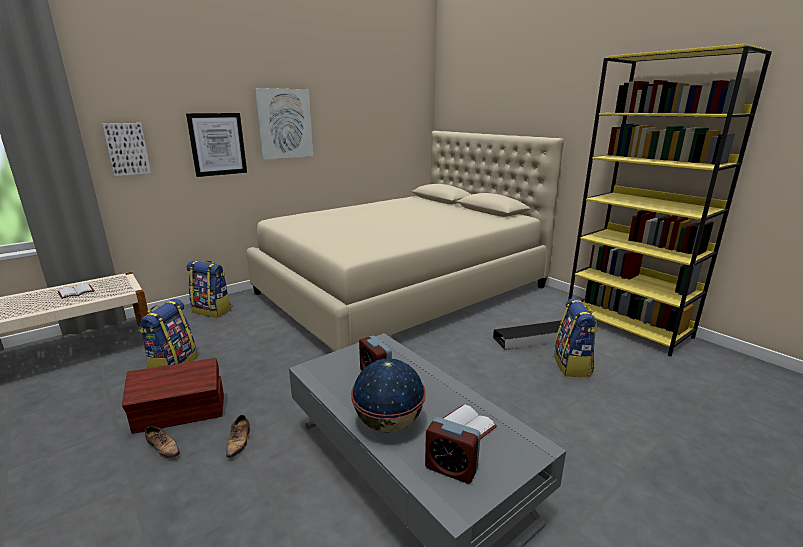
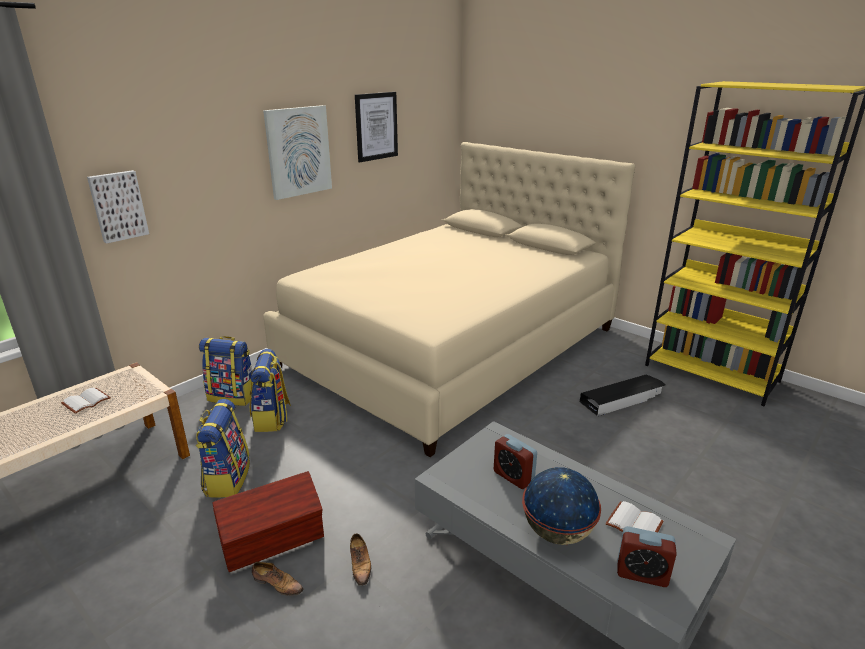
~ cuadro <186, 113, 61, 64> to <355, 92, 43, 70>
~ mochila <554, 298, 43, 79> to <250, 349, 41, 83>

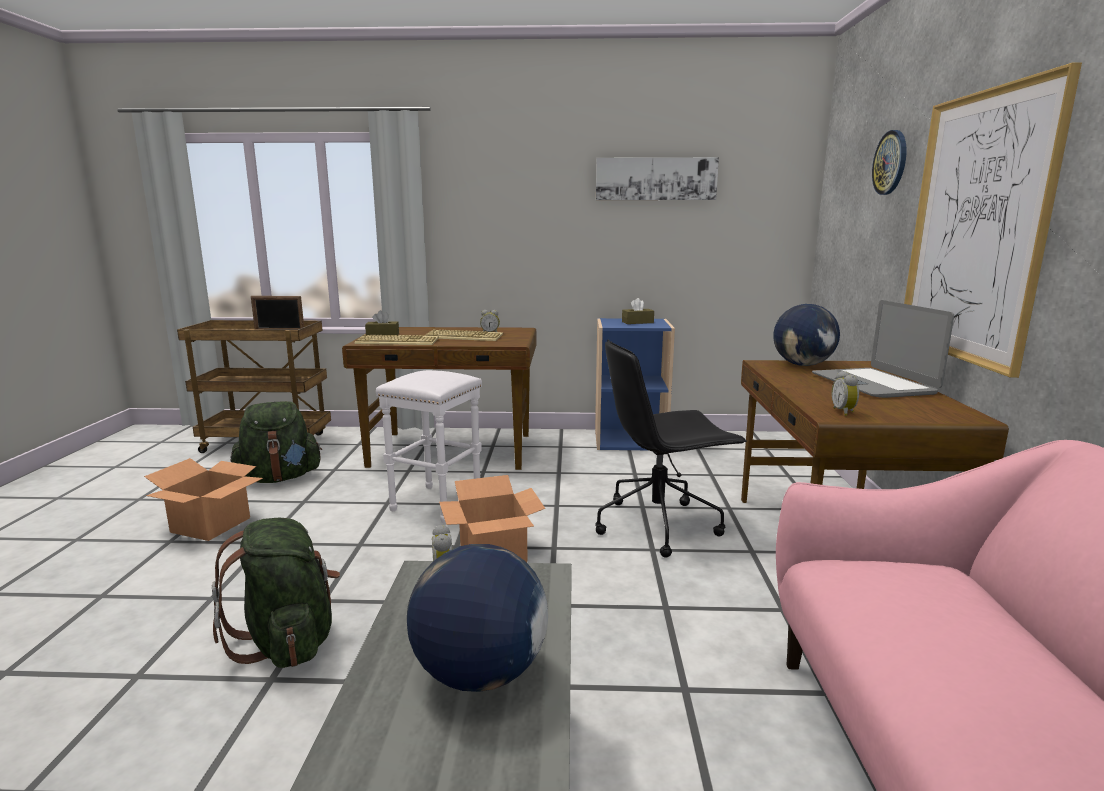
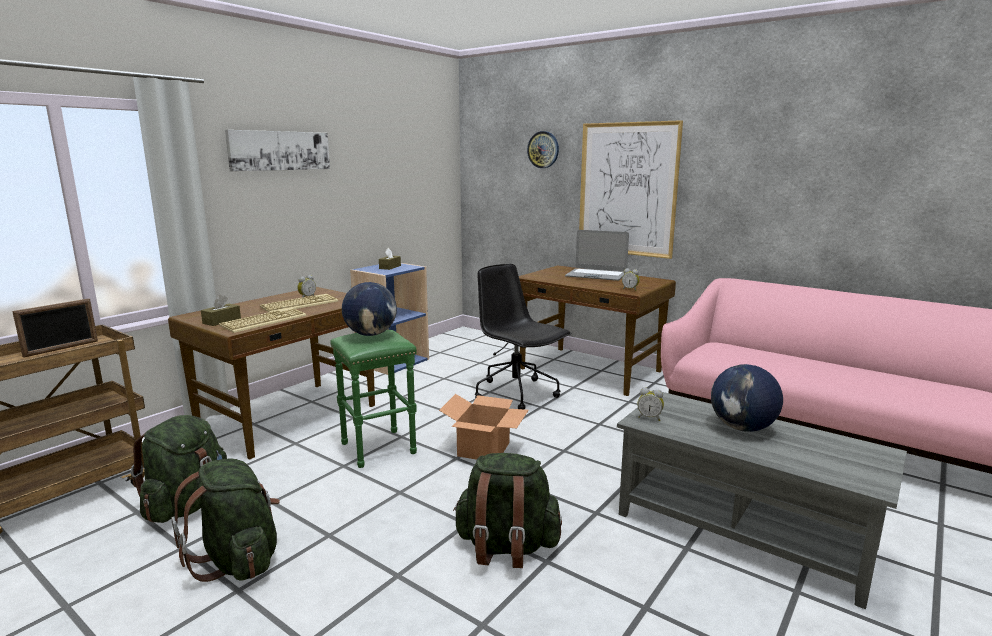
~ cuadro <596, 157, 123, 43> to <225, 130, 105, 42>
~ globo terráqueo <773, 304, 67, 62> to <342, 282, 55, 54>
~ caja de cartón <144, 458, 119, 83> to mochila (verde) <171, 459, 109, 123>
~ taburete (blanco) <376, 370, 106, 153> to taburete (verde) <330, 330, 87, 138>
~ silla de oficina (negro) <595, 339, 152, 219> = <475, 264, 97, 146> 120 degrees clockwise

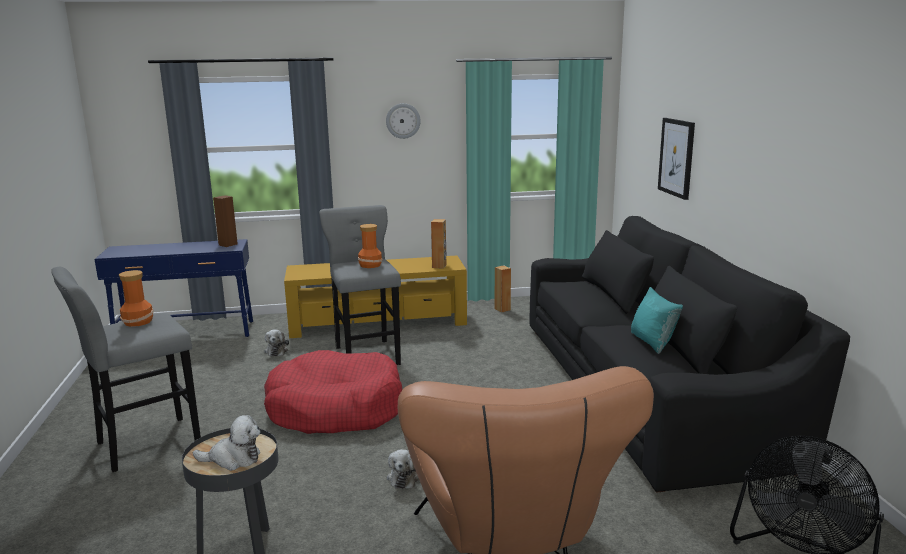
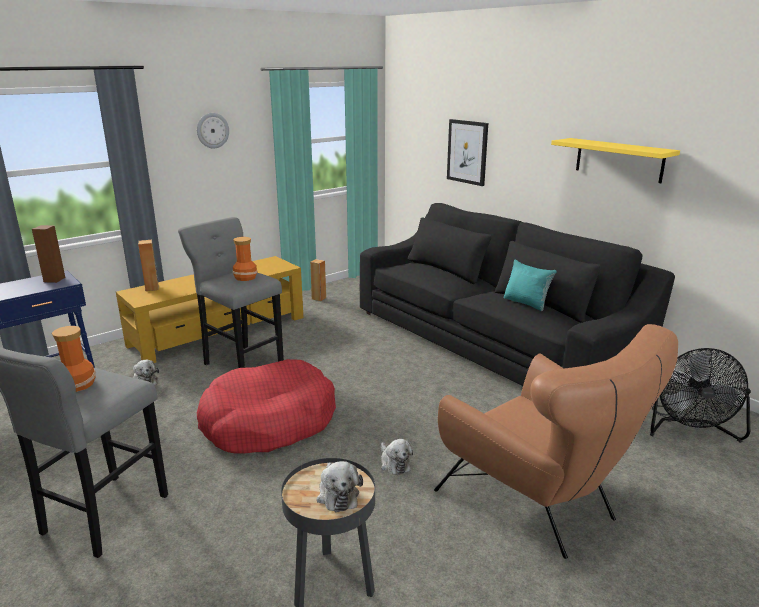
+ estante (amarillo) <551, 138, 129, 45>
~ altavoz (marrón) <431, 219, 15, 50> to <138, 240, 21, 51>
~ peluche <193, 415, 67, 56> = <317, 461, 46, 52> 105 degrees clockwise

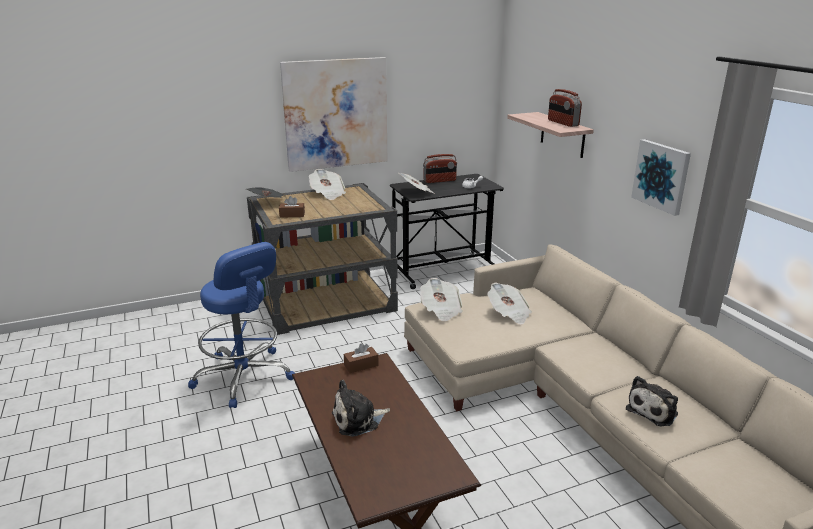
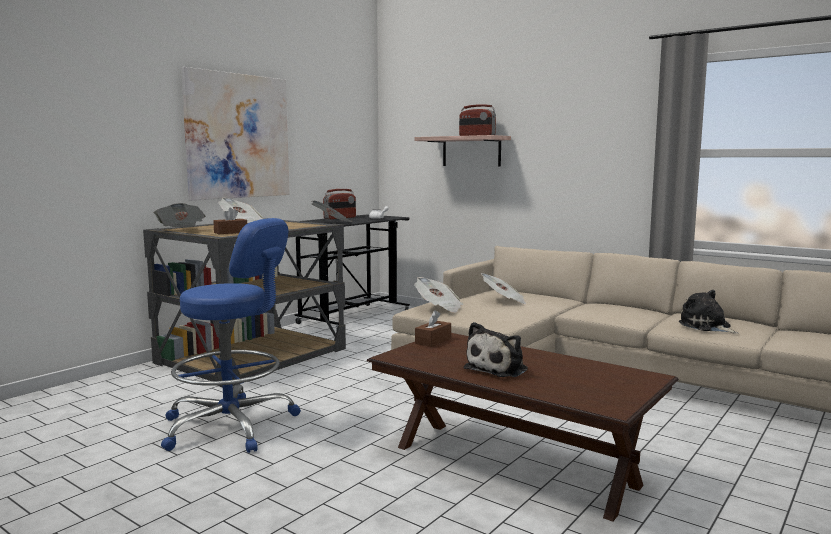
- cuadro <631, 139, 60, 77>
~ peluche <626, 376, 52, 50> = <679, 290, 59, 44> 135 degrees clockwise

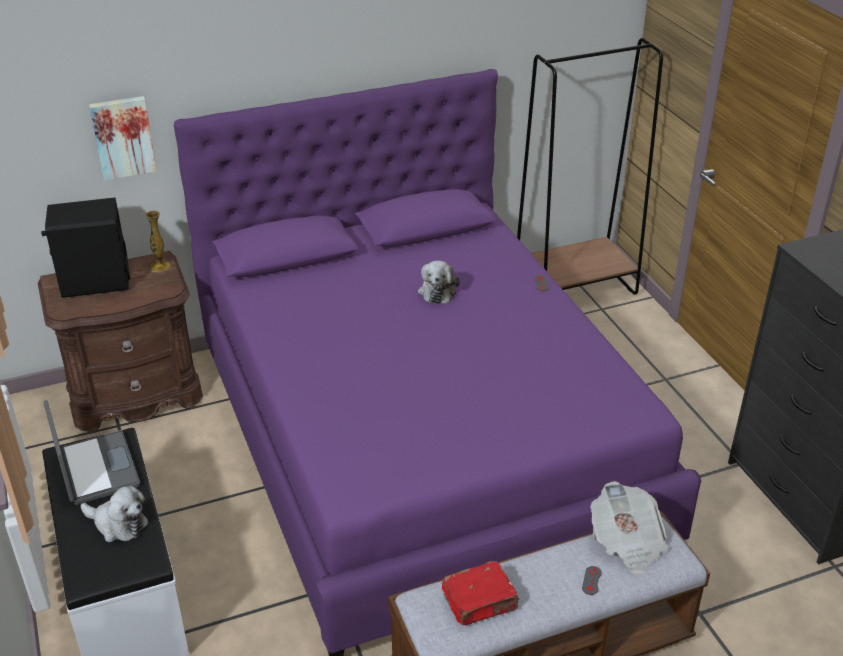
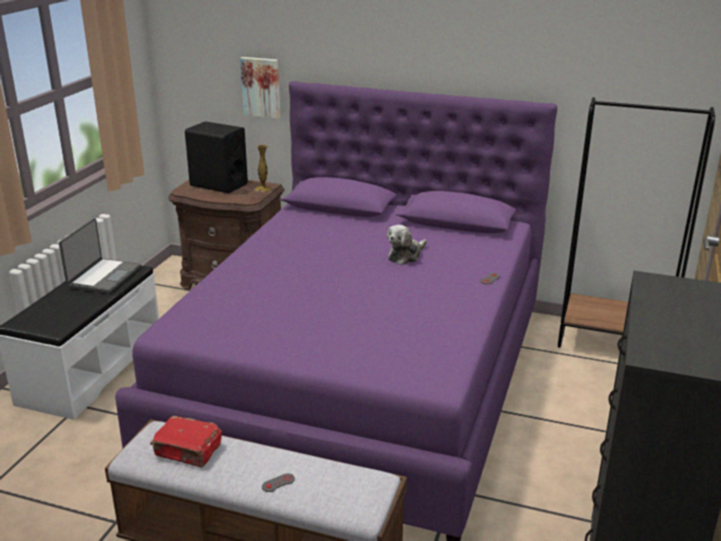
- peluche <81, 486, 67, 56>
- periódico <590, 481, 78, 94>

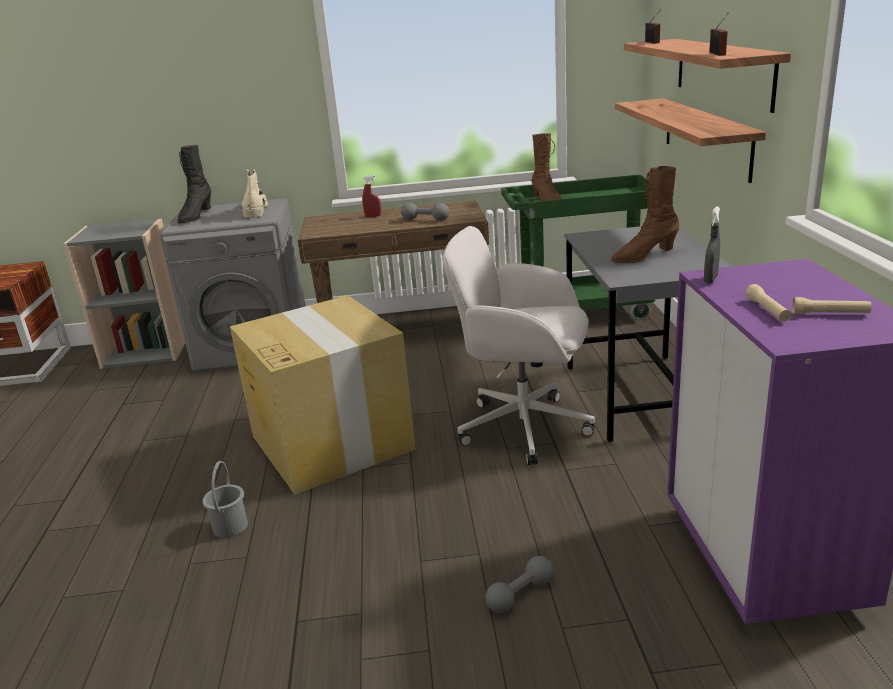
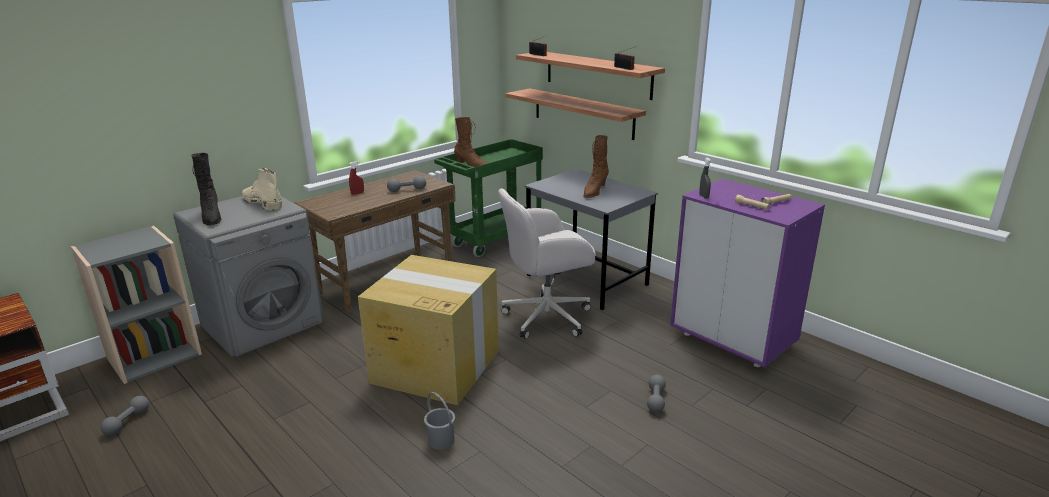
+ mancuerna (gris) <101, 396, 48, 39>

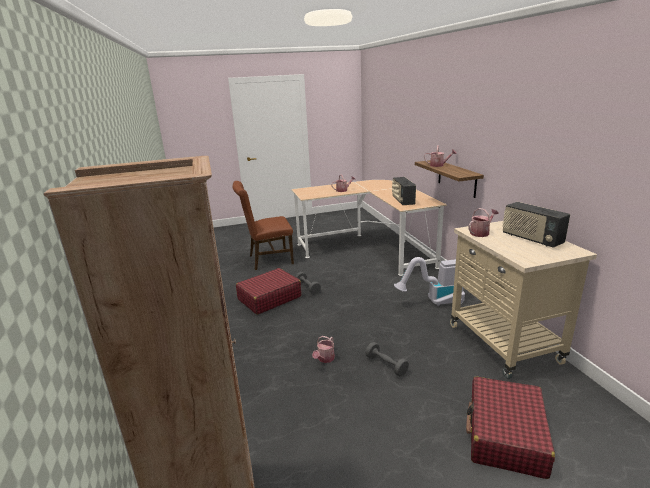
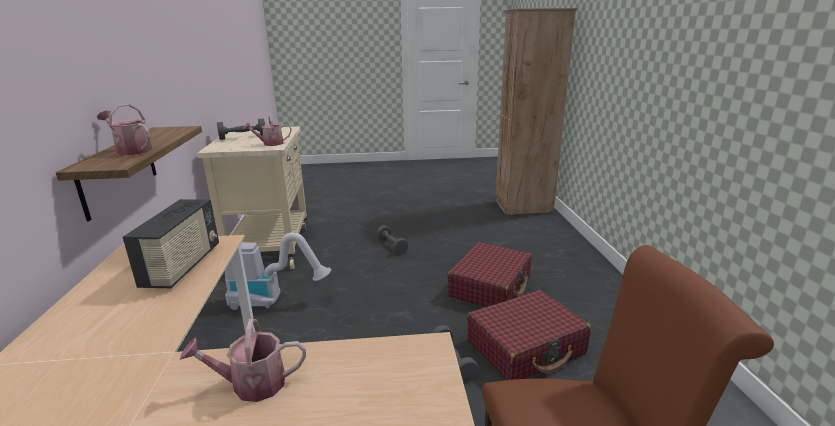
- regadera <312, 336, 23, 27>
~ maleta (rojo) <466, 376, 89, 103> to <447, 242, 84, 65>
~ radio <502, 202, 68, 45> to mancuerna (gris) <217, 119, 48, 21>

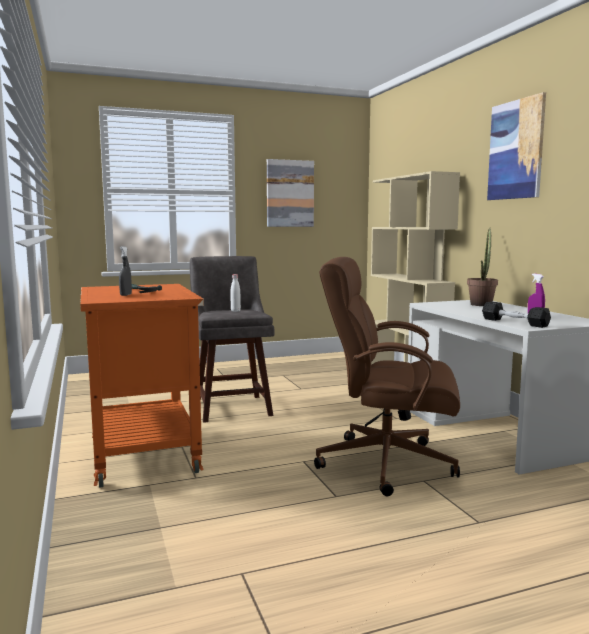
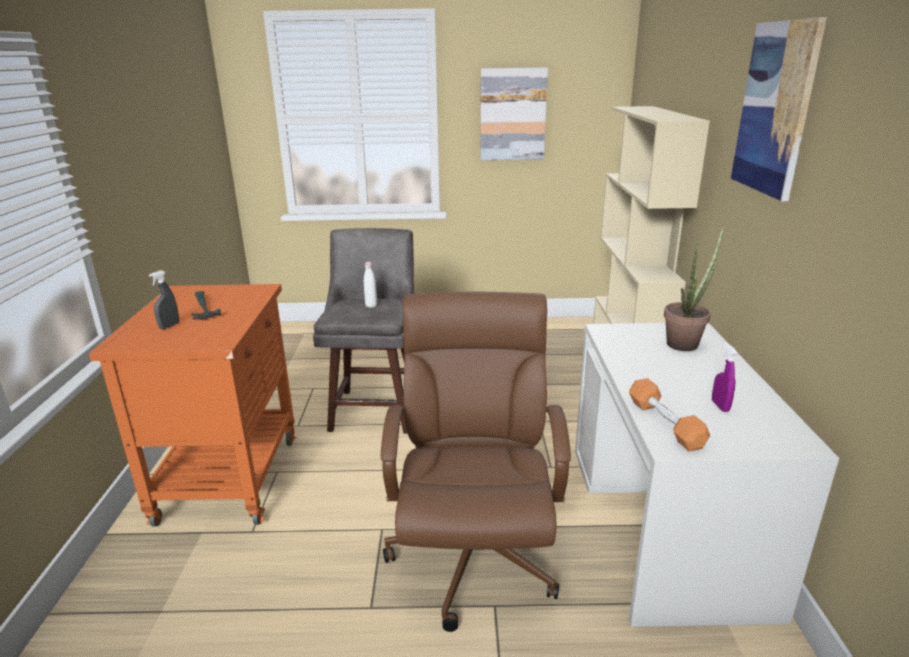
~ mancuerna (negro) <482, 302, 69, 26> to mancuerna (naranja) <629, 378, 81, 73>
~ silla de oficina (marrón) <314, 257, 146, 239> = <381, 292, 190, 340> 60 degrees clockwise

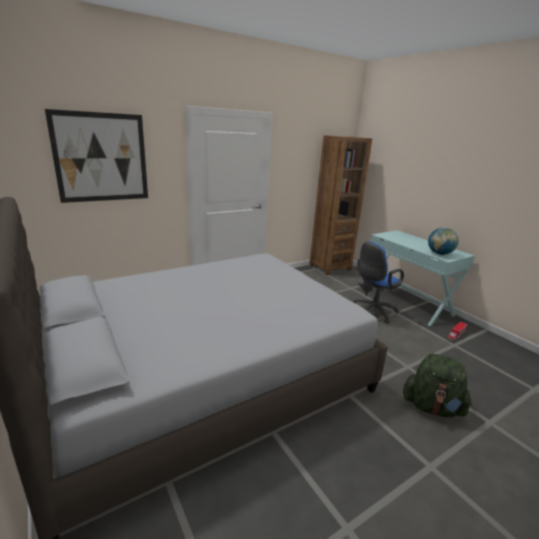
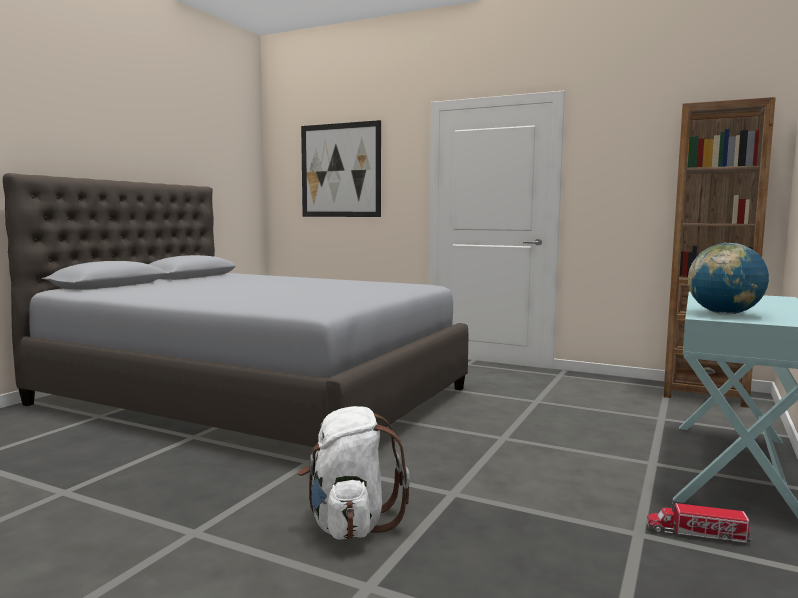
- silla de oficina (azul) <352, 241, 52, 82>
~ mochila (verde) <403, 354, 69, 64> to mochila (blanco) <298, 406, 112, 134>

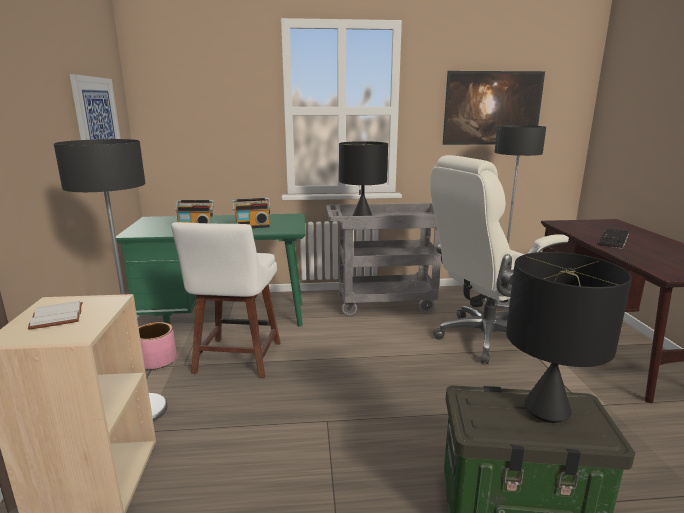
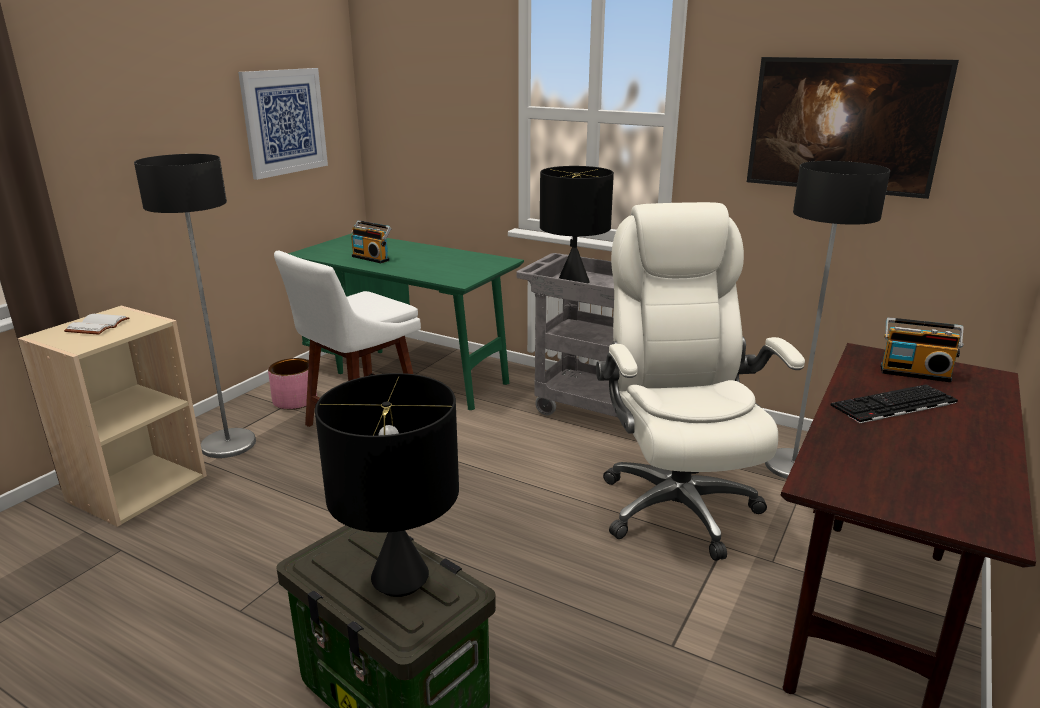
~ radio <232, 198, 39, 30> to <881, 317, 83, 65>
~ silla de oficina (blanco) <430, 155, 139, 209> = <596, 202, 209, 359> 75 degrees clockwise

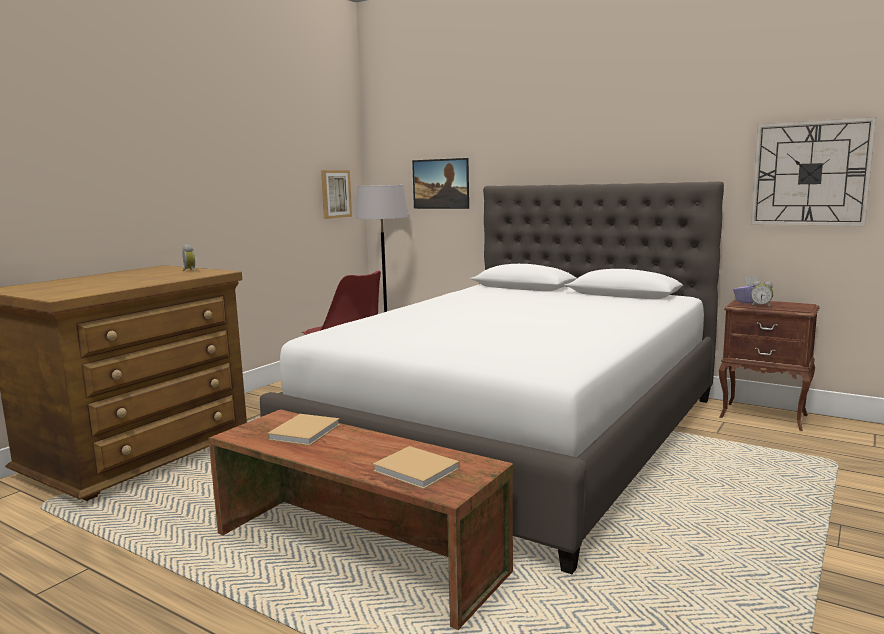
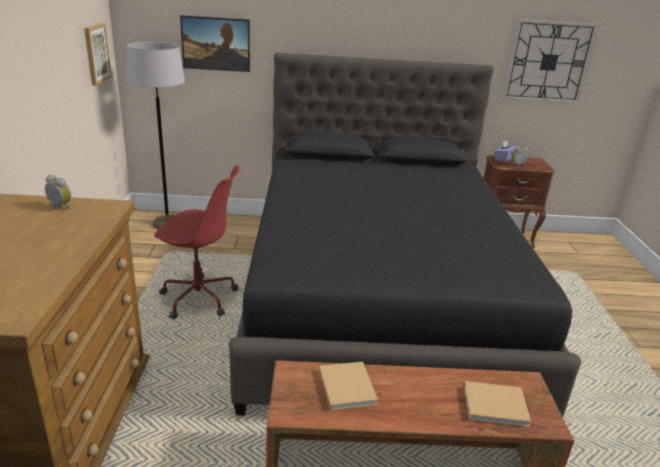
~ cama (blanco) <260, 182, 464, 392> to cama (negro) <229, 53, 352, 364>

